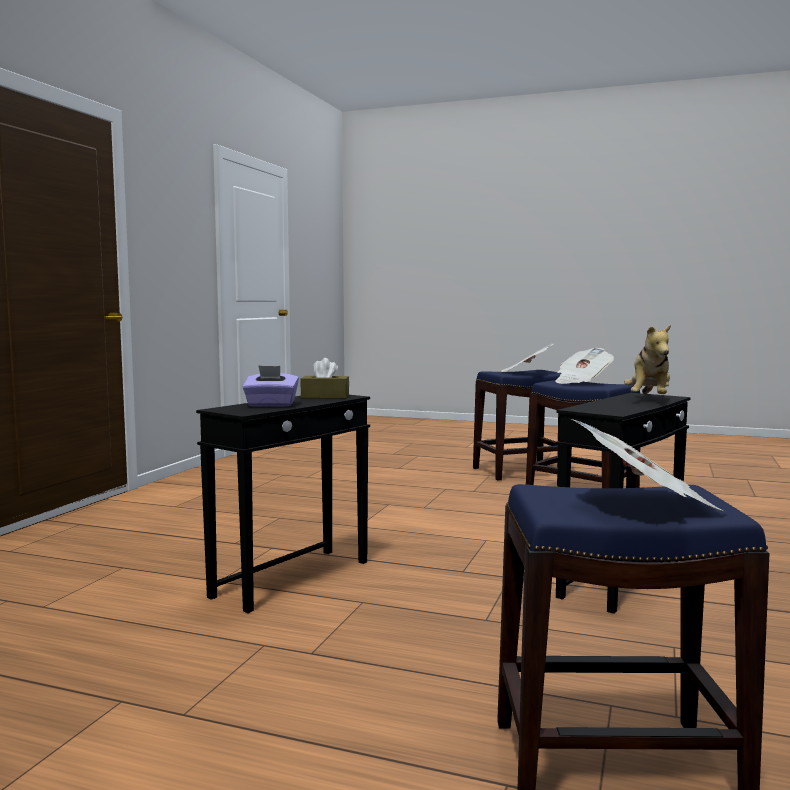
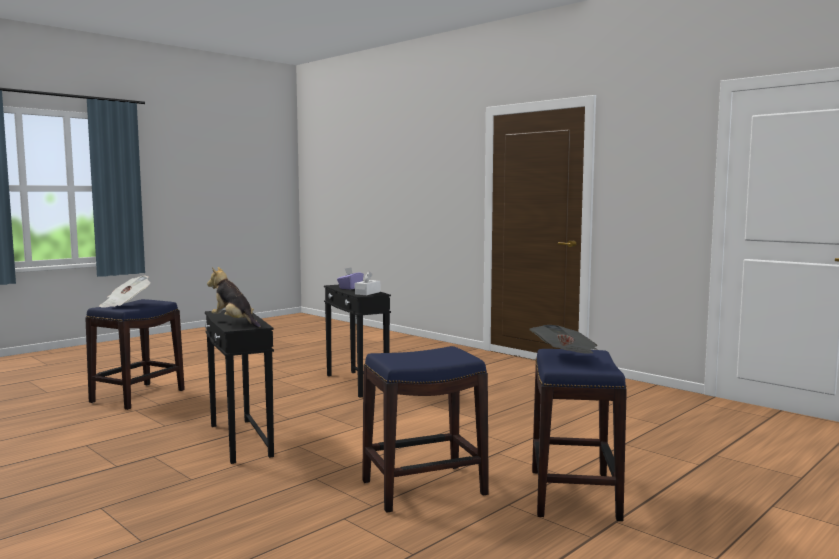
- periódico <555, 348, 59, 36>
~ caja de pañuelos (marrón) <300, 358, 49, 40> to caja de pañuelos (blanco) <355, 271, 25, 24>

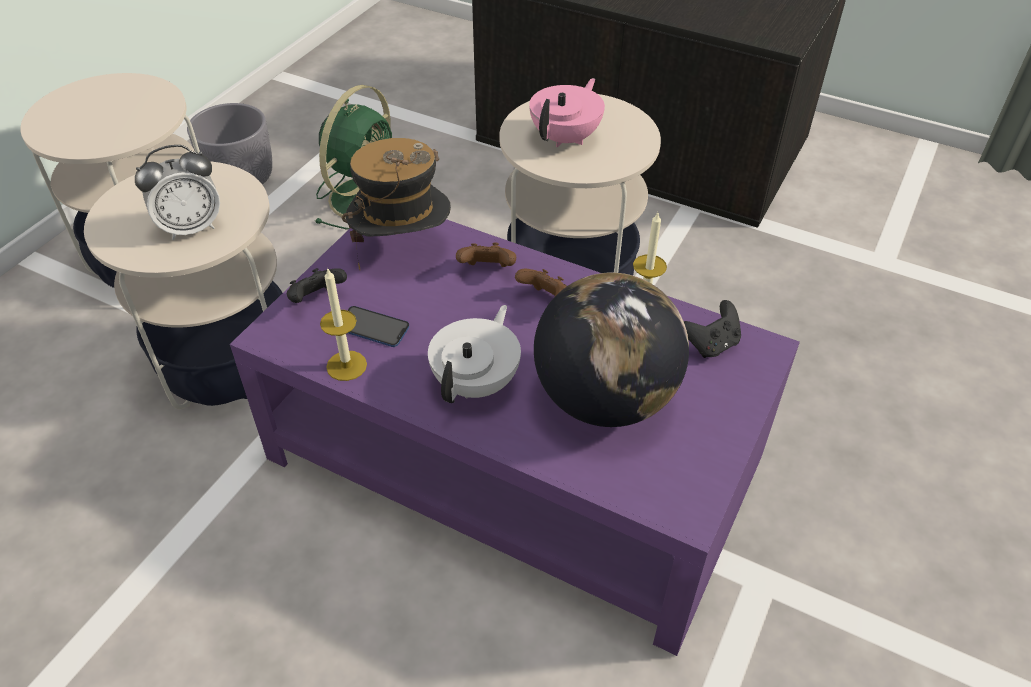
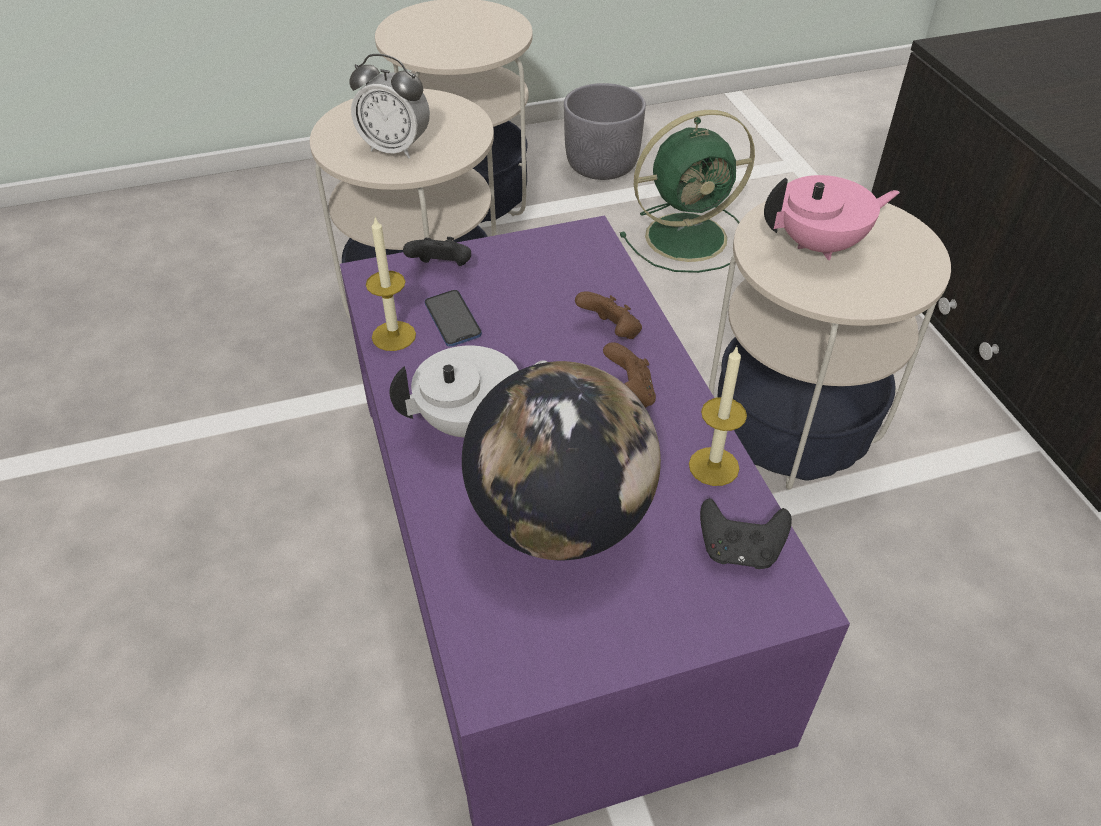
- sombrero <341, 138, 110, 132>

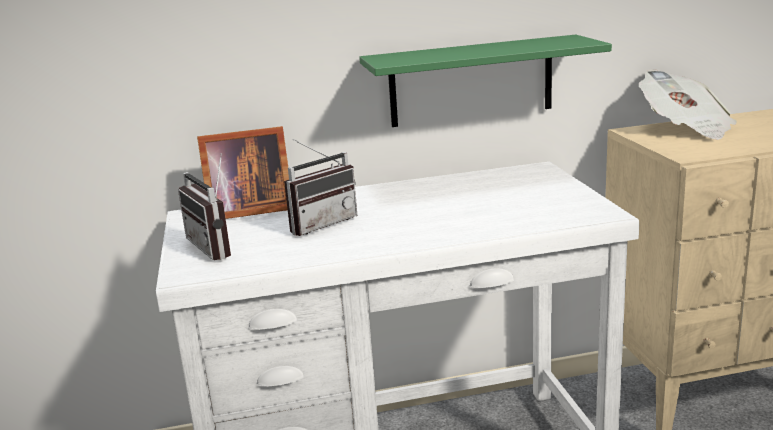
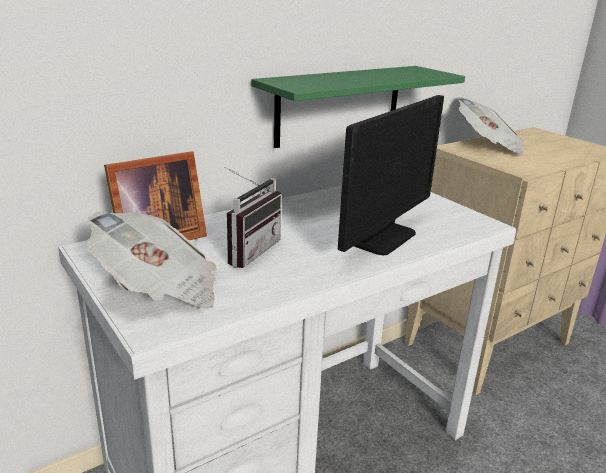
+ monitor <338, 95, 106, 160>
~ radio <178, 153, 53, 107> to periódico <86, 212, 131, 97>

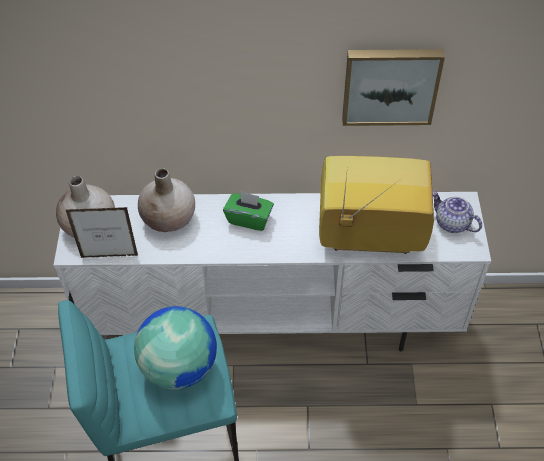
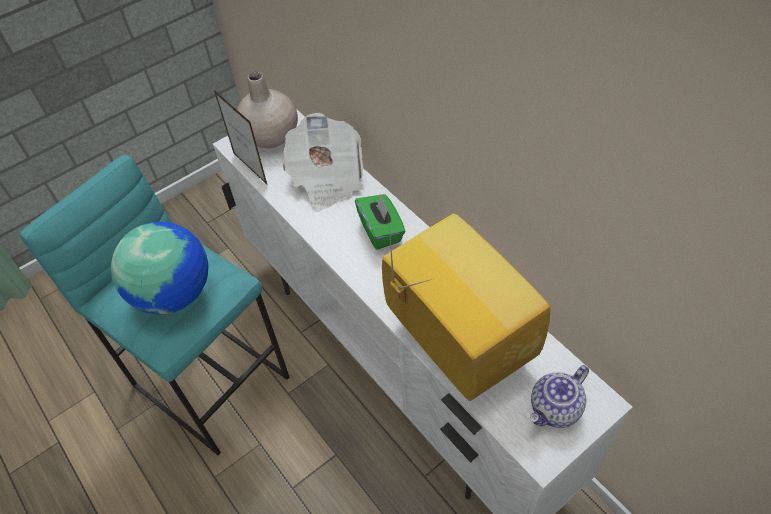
- cuadro <342, 49, 103, 77>
~ florero (beis) <138, 168, 57, 64> to periódico <282, 113, 81, 97>
~ tetera <432, 191, 50, 42> = <530, 365, 59, 63> 135 degrees counterclockwise

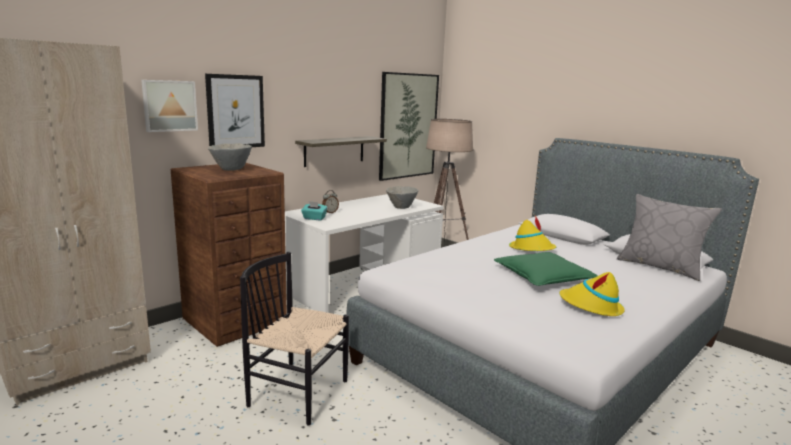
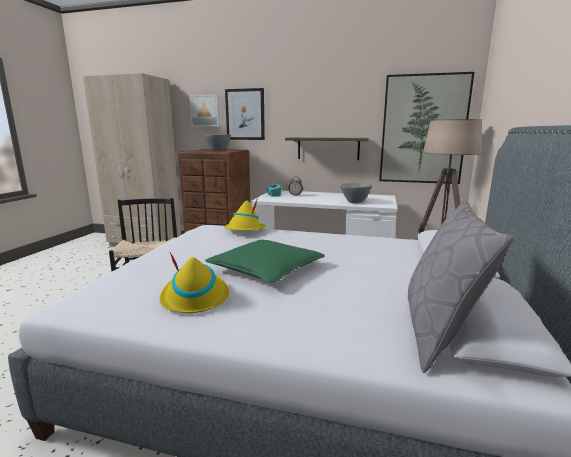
~ sombrero (amarillo) <509, 215, 47, 36> to <224, 200, 42, 31>

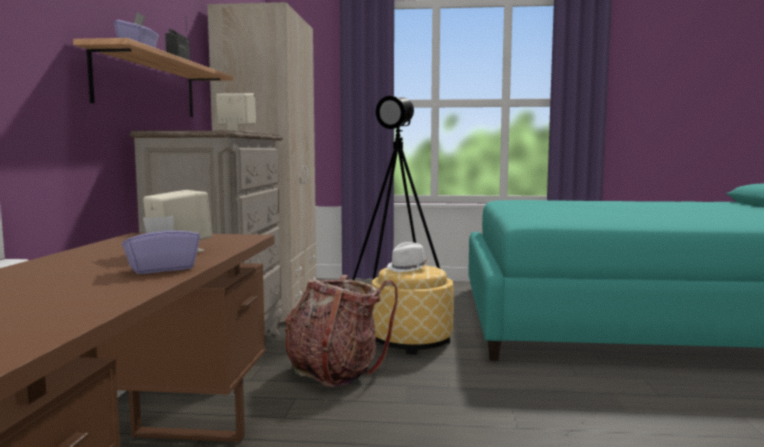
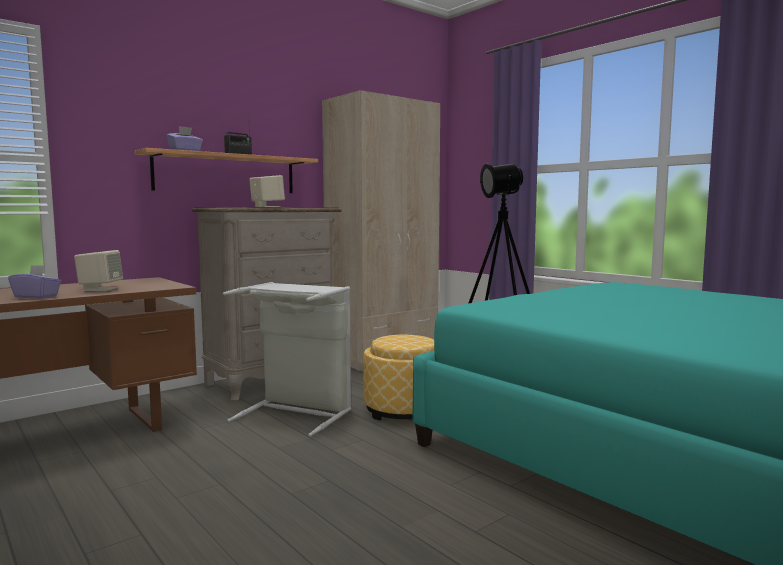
- sombrero (blanco) <387, 242, 42, 30>
~ mochila <284, 275, 114, 112> to cesto de la ropa (gris) <223, 282, 128, 155>

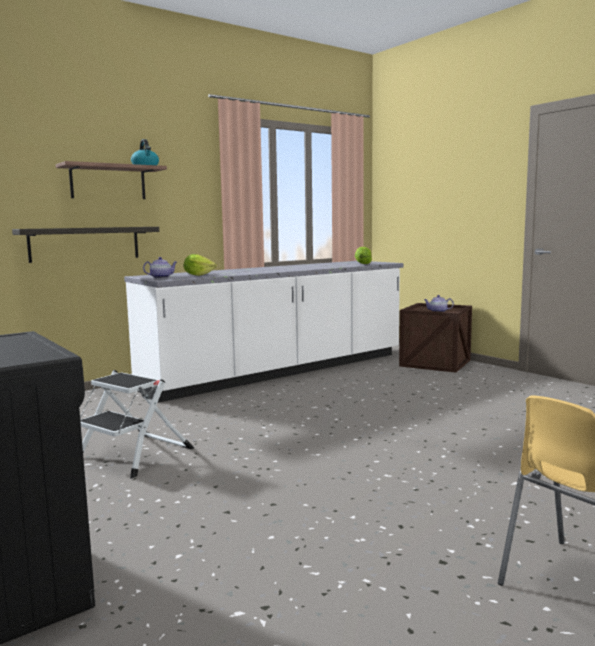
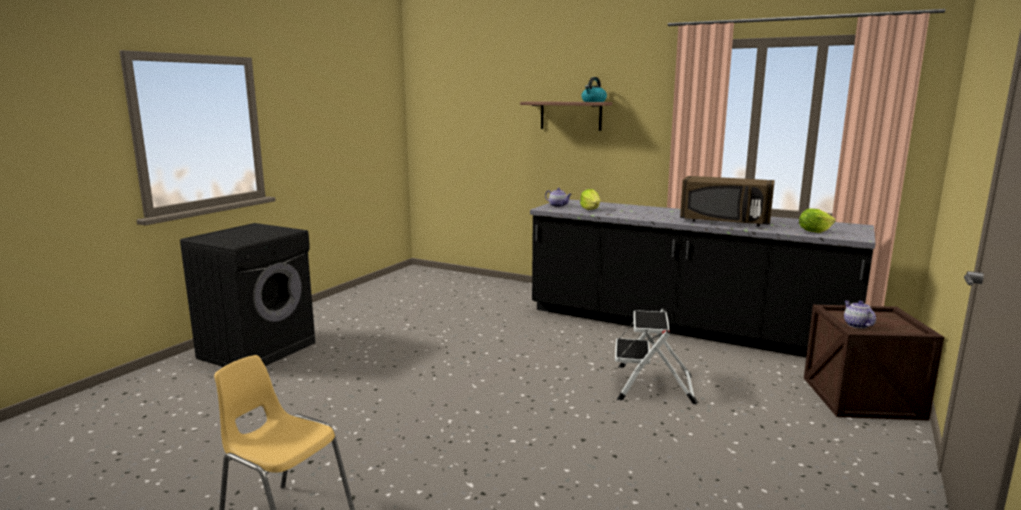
- estante <12, 227, 147, 36>
+ microondas (marrón) <680, 176, 95, 51>
~ escalera de tijera <80, 370, 114, 109> to <615, 308, 82, 96>
~ mueble bajo de cocina (blanco) <124, 261, 280, 142> to mueble bajo de cocina (negro) <530, 199, 346, 158>

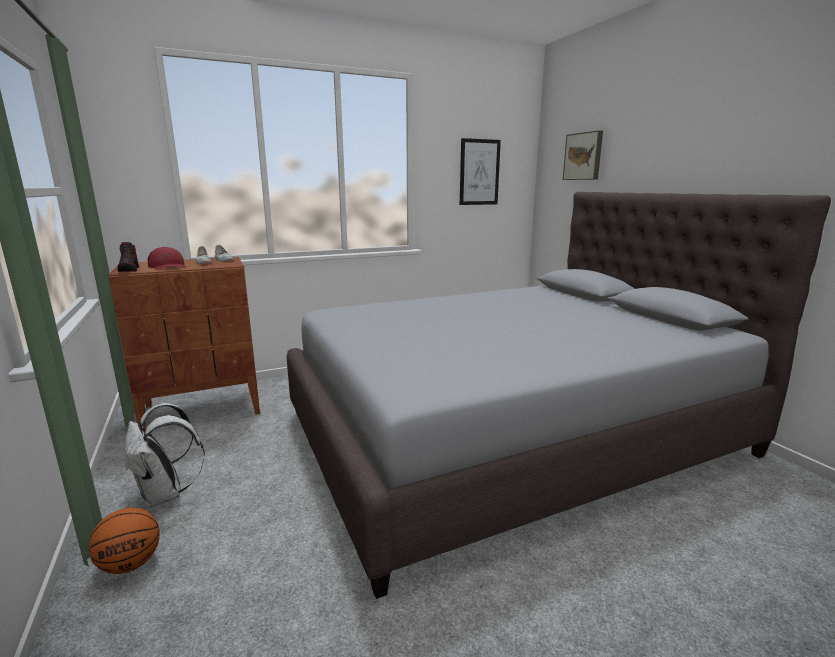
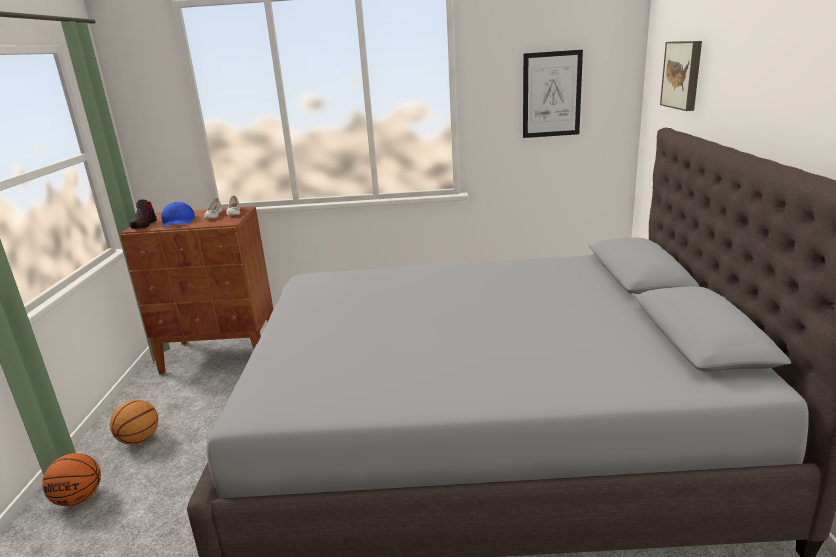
~ mochila (blanco) <125, 403, 80, 105> to balón de baloncesto <110, 400, 49, 45>
~ gorra (rojo) <147, 247, 39, 23> to gorra (azul) <161, 202, 34, 25>

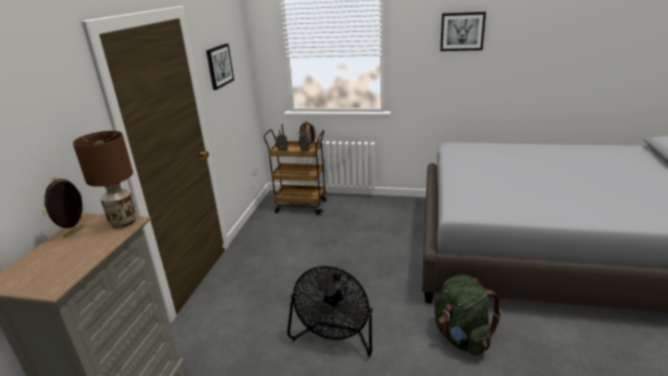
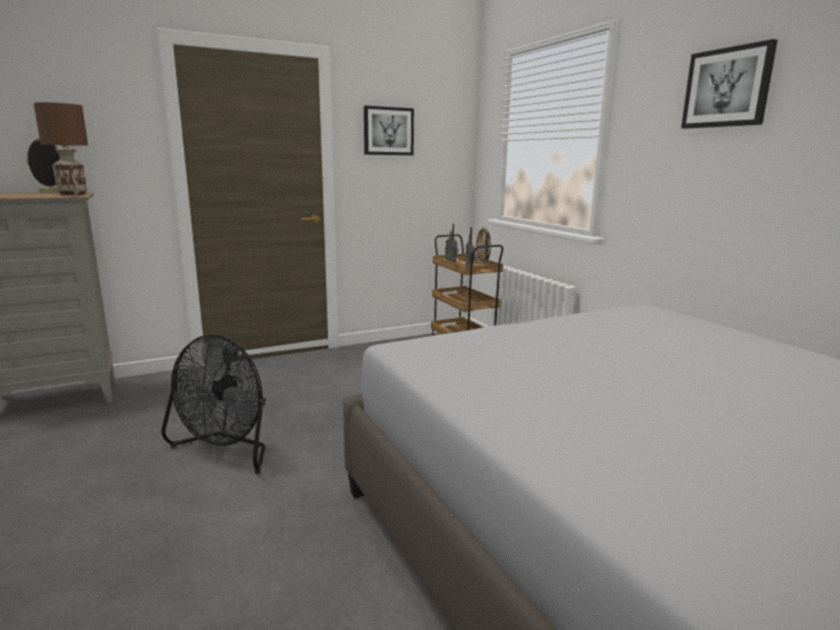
- mochila (verde) <434, 275, 67, 81>
~ ventilador (negro) <287, 265, 86, 92> = <161, 335, 105, 139> 45 degrees counterclockwise

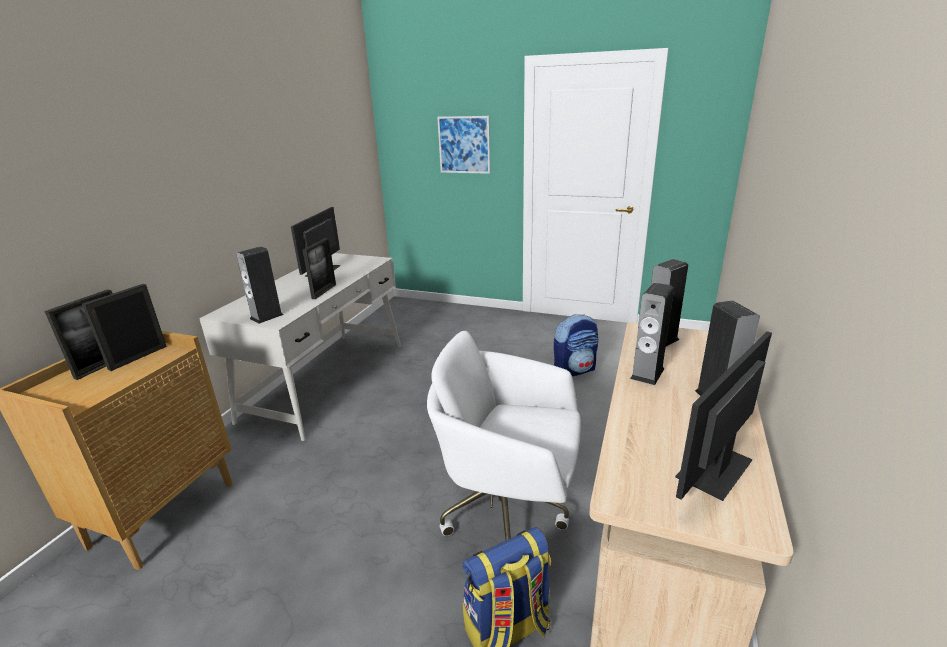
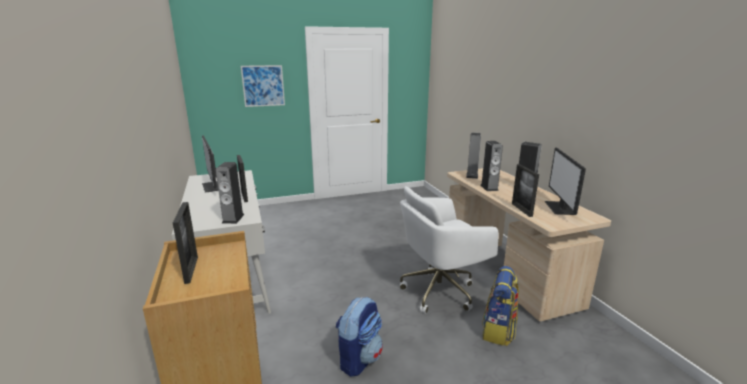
~ portarretratos <82, 284, 85, 87> to <512, 164, 27, 53>
~ mochila <554, 314, 44, 63> to <335, 297, 48, 80>

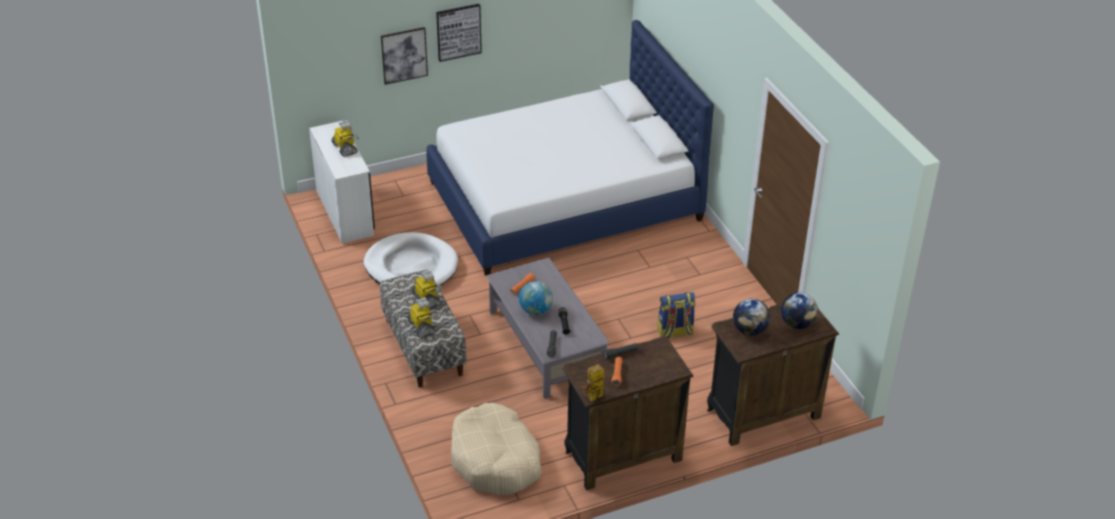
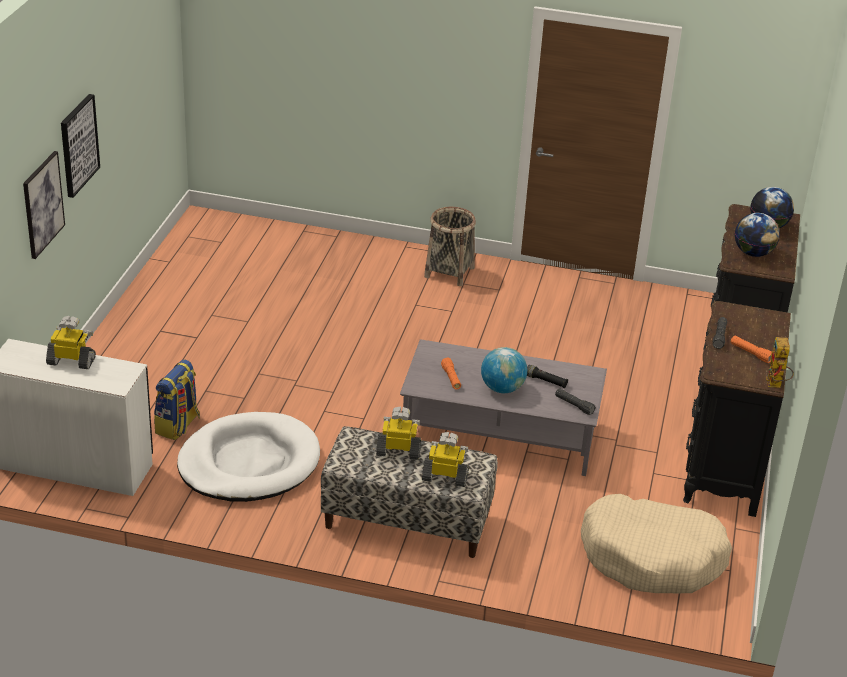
- cama (blanco) <426, 20, 288, 256>
+ cesta <424, 207, 52, 79>
~ mochila <657, 292, 38, 47> to <154, 359, 46, 81>

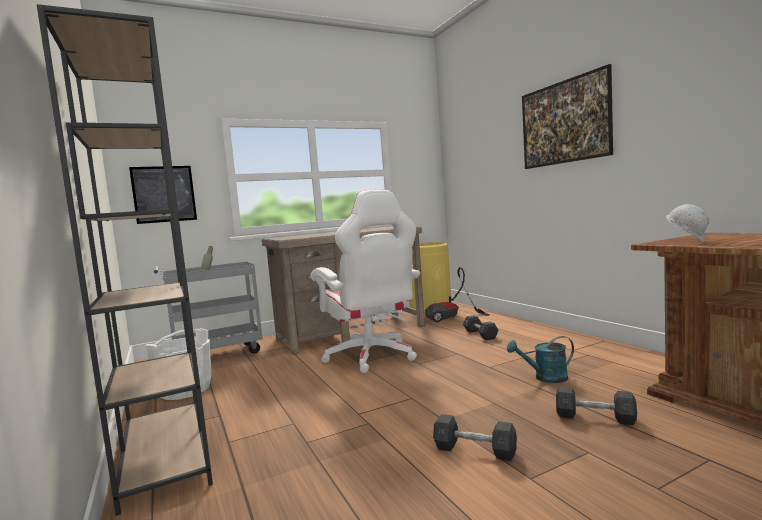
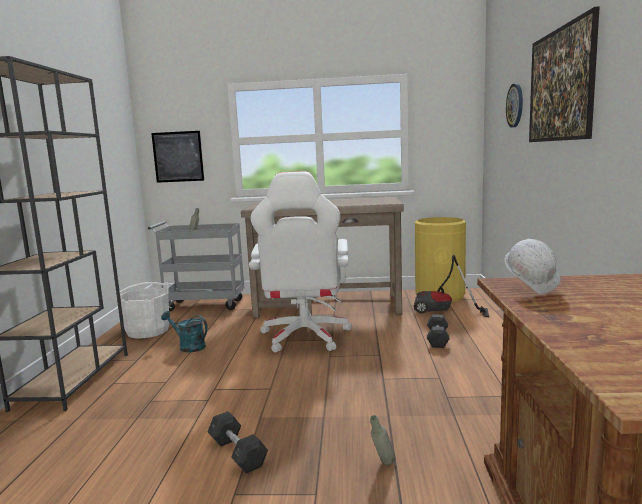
+ reloj de pared <506, 83, 17, 44>
~ regadera (turquesa) <507, 336, 67, 47> to <161, 311, 47, 41>
~ mancuerna (gris) <556, 386, 81, 39> to botella (gris) <370, 415, 26, 50>

